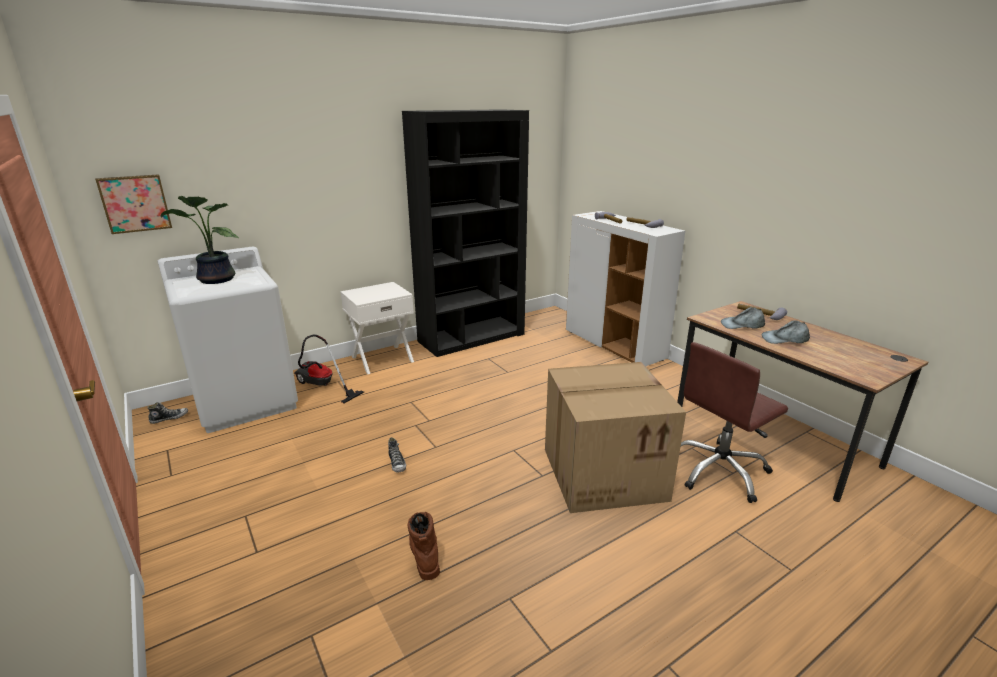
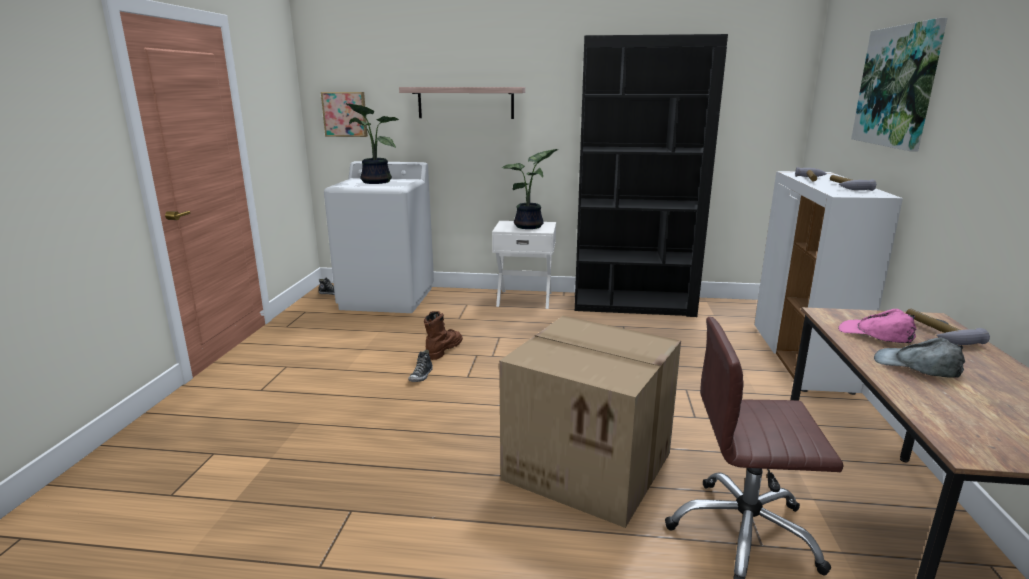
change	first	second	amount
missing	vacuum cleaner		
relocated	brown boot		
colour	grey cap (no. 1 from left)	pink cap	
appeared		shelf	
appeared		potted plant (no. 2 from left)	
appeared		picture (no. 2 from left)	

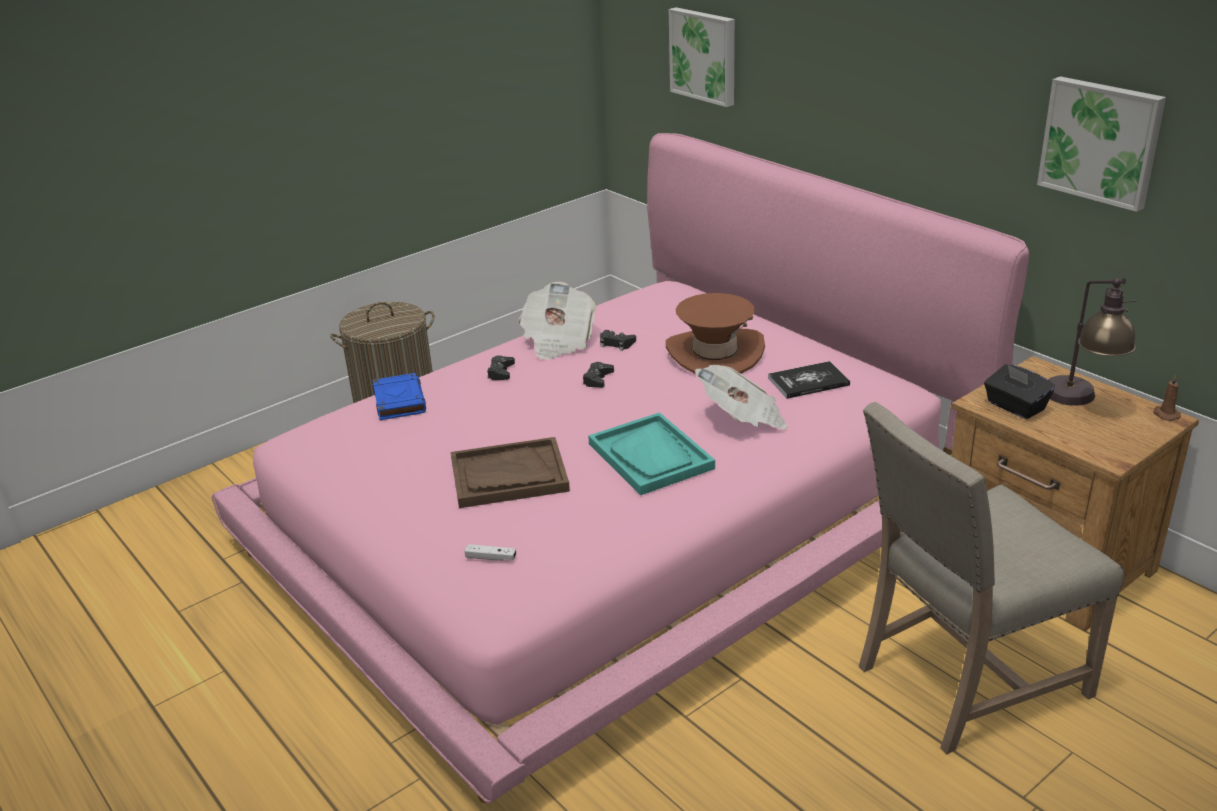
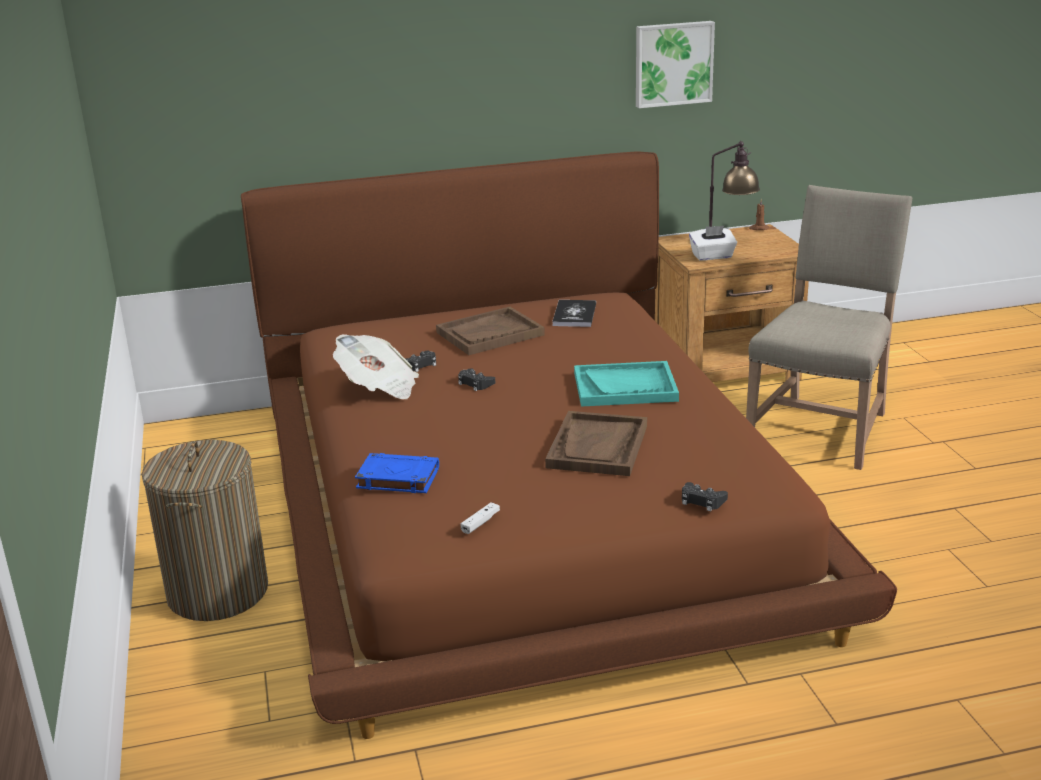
change	first	second	amount
colour	pink bed	brown bed	
relocated	white game controller		
relocated	black game controller (no. 1 from left in the first image)	black game controller (no. 3 from left)	
exchanged	brown hat	brown tray (no. 1 from left)	
missing	picture (no. 1 from left)		
missing	newspaper (no. 2 from left)		
spun	beige chair		150 degrees counterclockwise
colour	black tissue box	white tissue box	

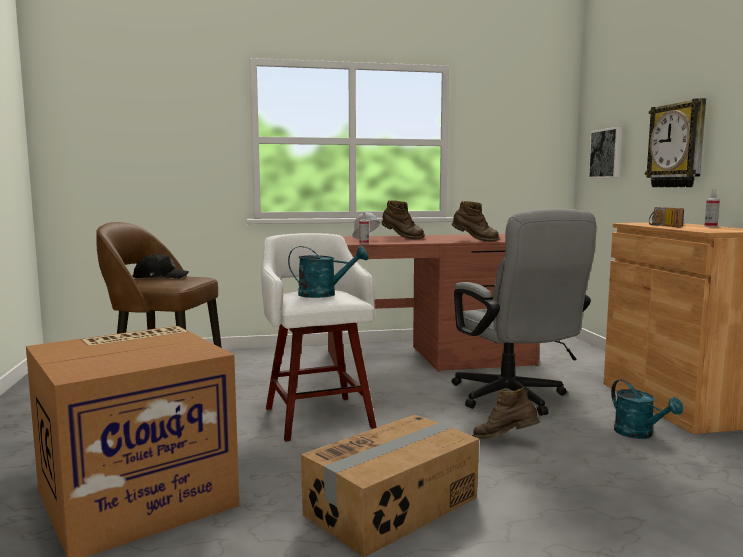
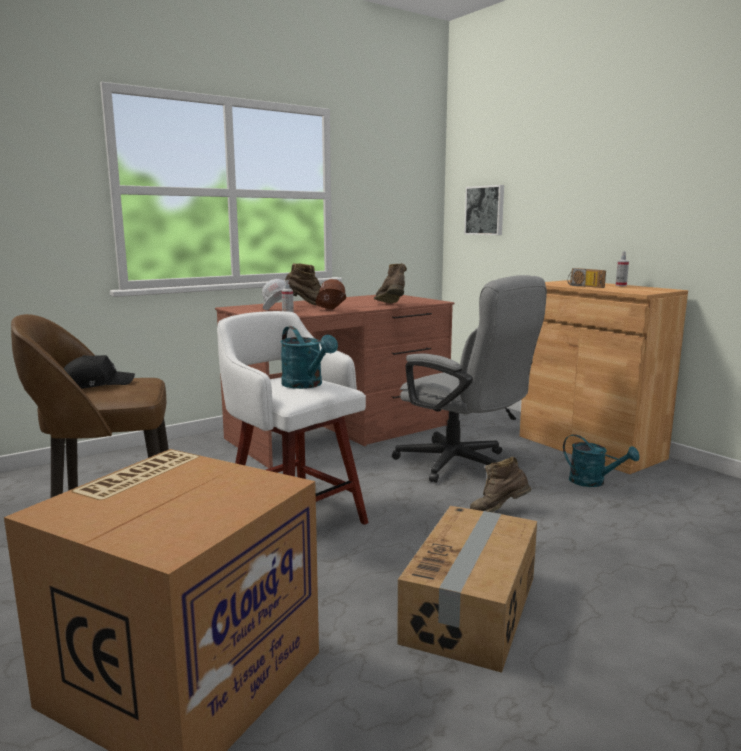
change	first	second	amount
spun	turquoise watering can (no. 1 from left)		75 degrees clockwise
spun	brown boot (no. 2 from left)		105 degrees counterclockwise
missing	wall clock		
appeared		brown hard hat	

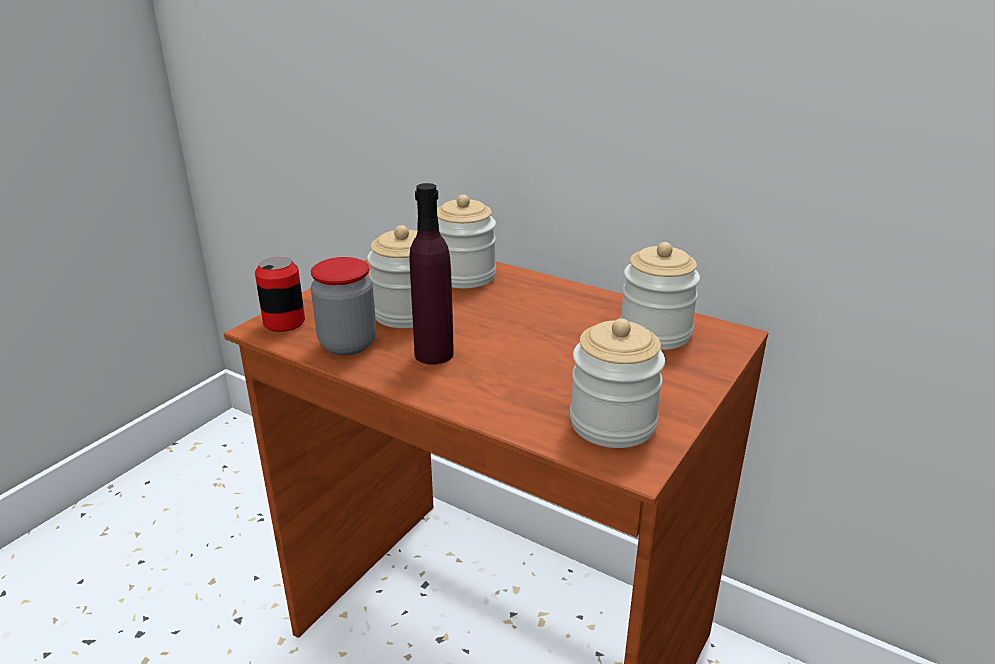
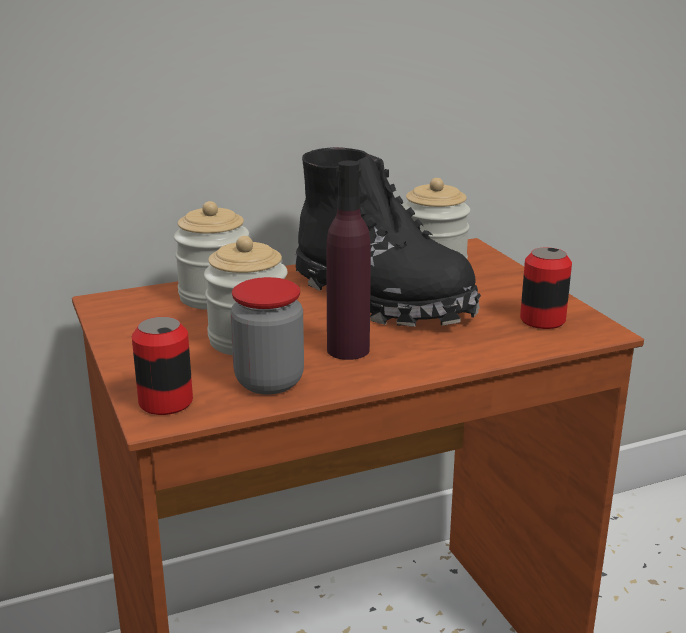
change	first	second	amount
exchanged	jar (no. 4 from left)	can (no. 2 from left)	
appeared		black boot	

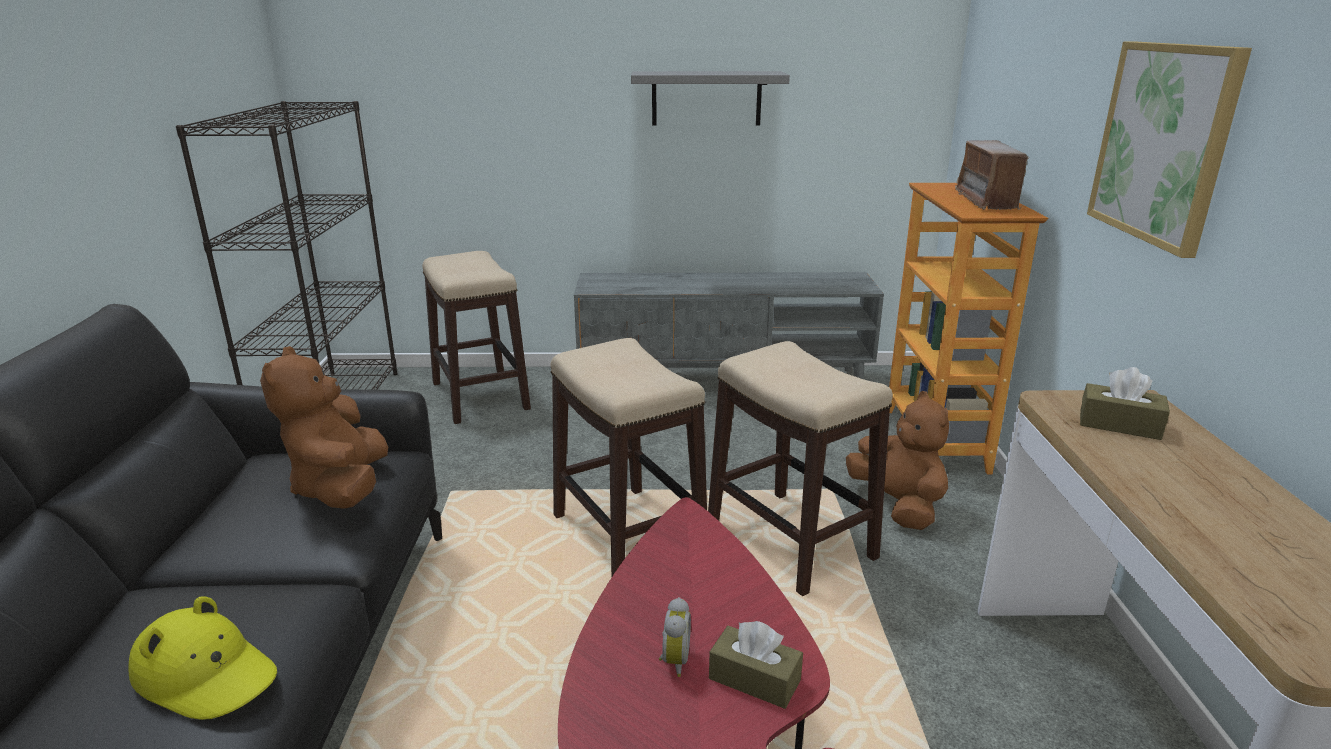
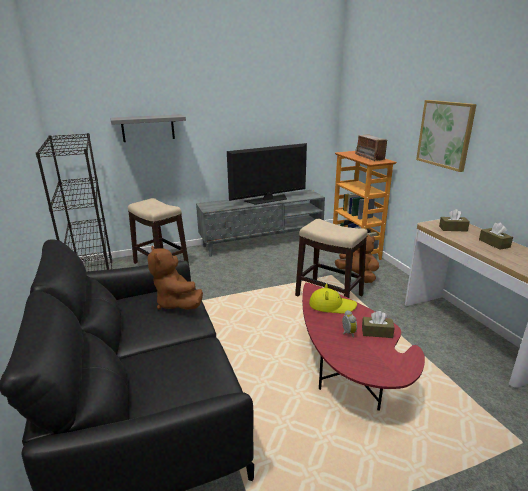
change	first	second	amount
relocated	yellow hat		
missing	stool (no. 2 from left)		
relocated	grey shelf		
appeared		television	
appeared		brown tissue box (no. 3 from left)	

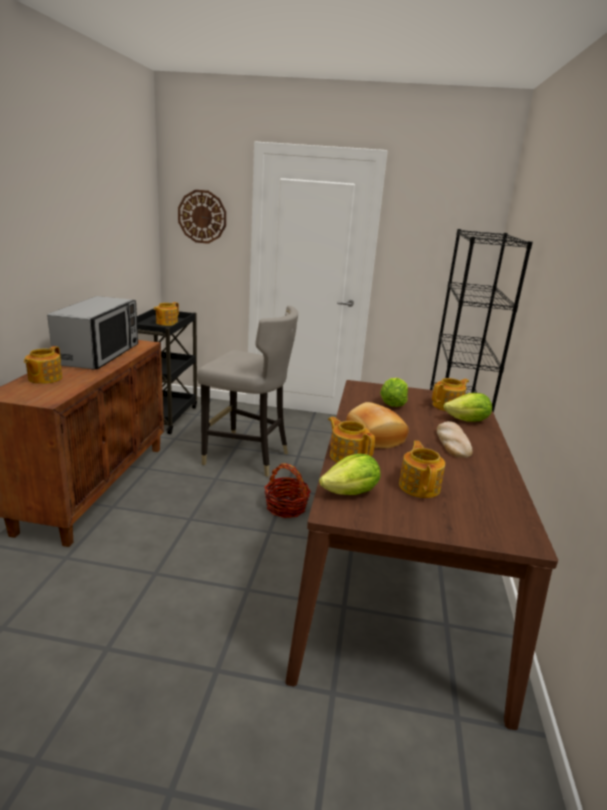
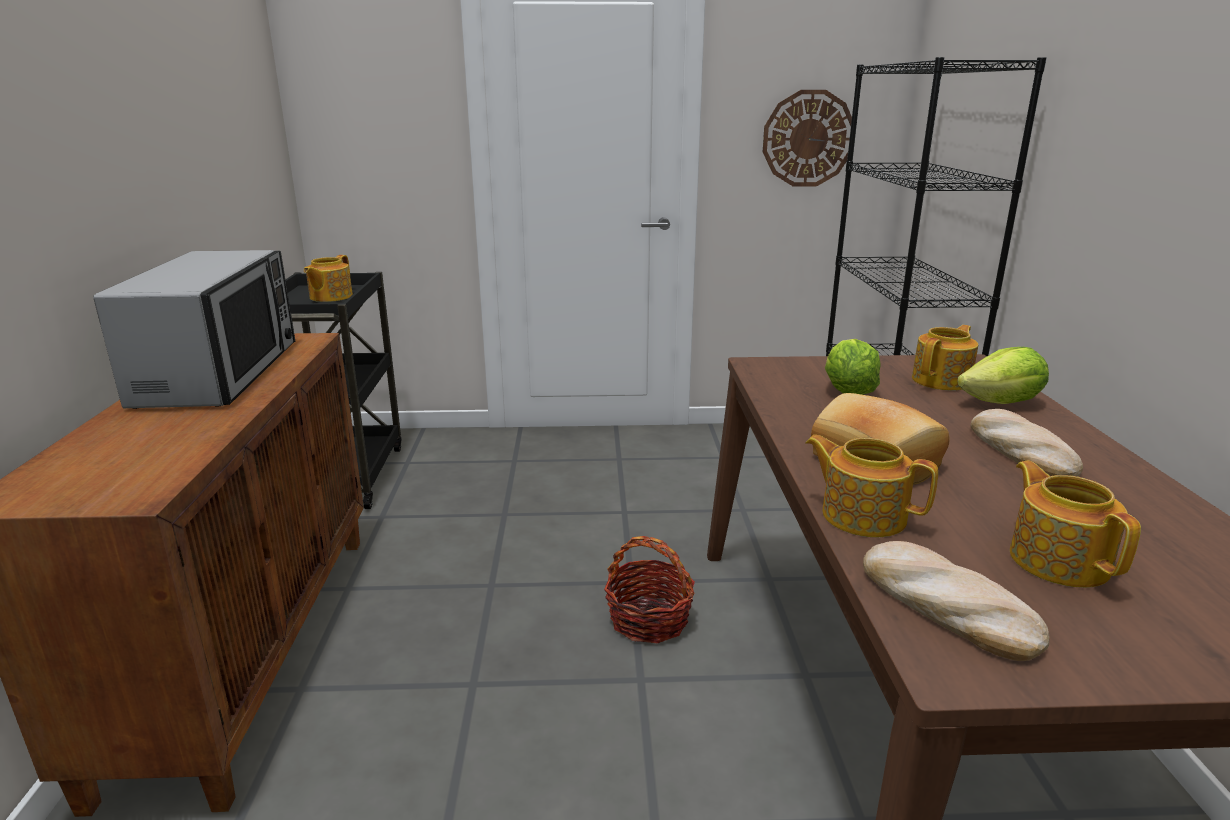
change	first	second	amount
missing	teapot (no. 1 from left)		
relocated	wall clock		
missing	grey stool		
exchanged	lettuce (no. 1 from left)	bread (no. 2 from left)	

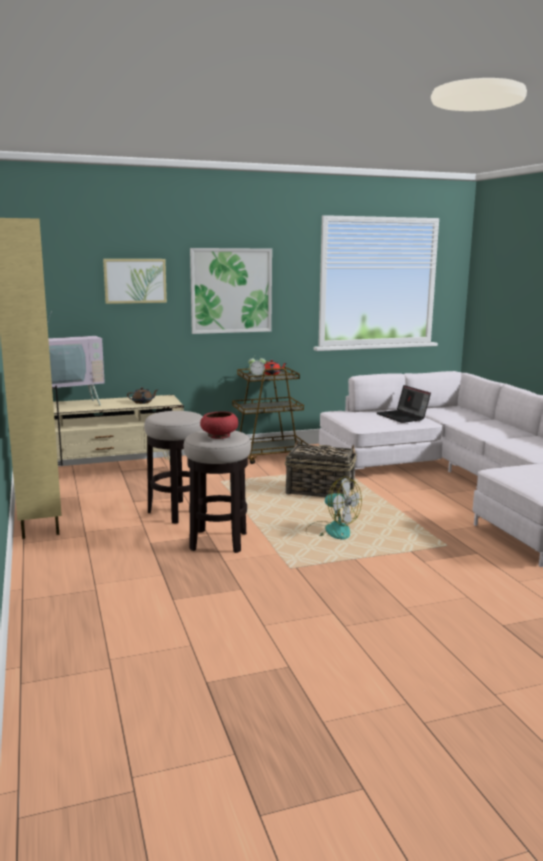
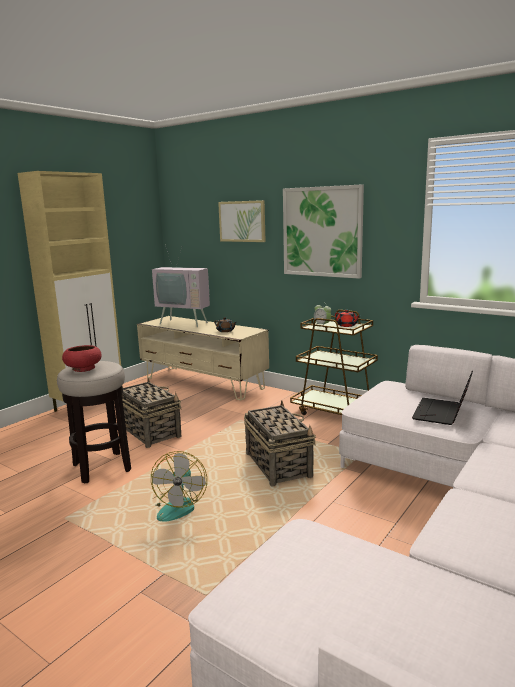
change	first	second	amount
exchanged	stool (no. 1 from left)	basket (no. 1 from left)	

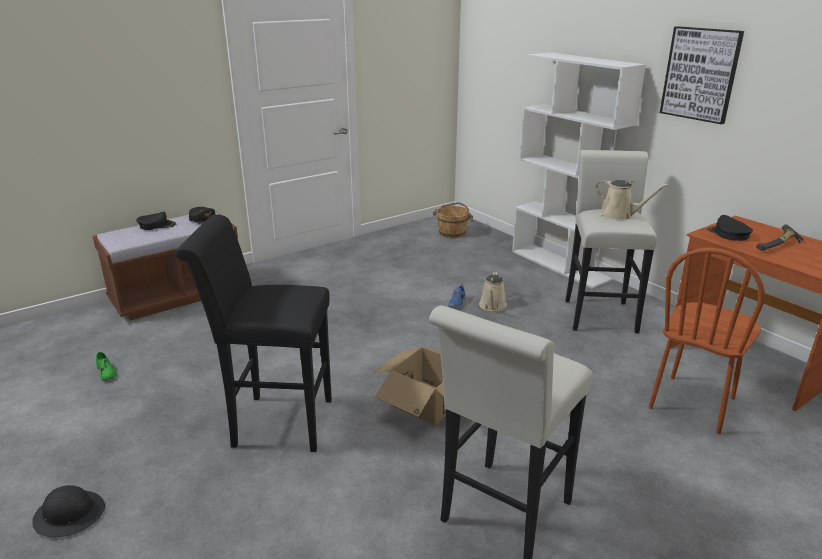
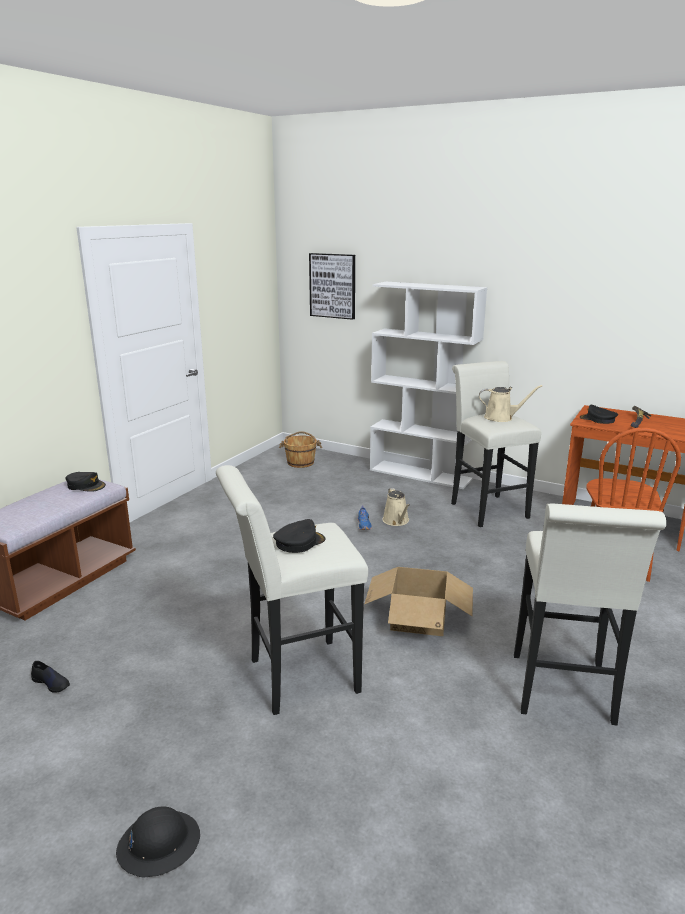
change	first	second	amount
colour	green shoe	black shoe	
relocated	black cap (no. 1 from left in the first image)	black cap (no. 2 from left)	
colour	black stool	white stool (no. 1 from left)	
relocated	picture		

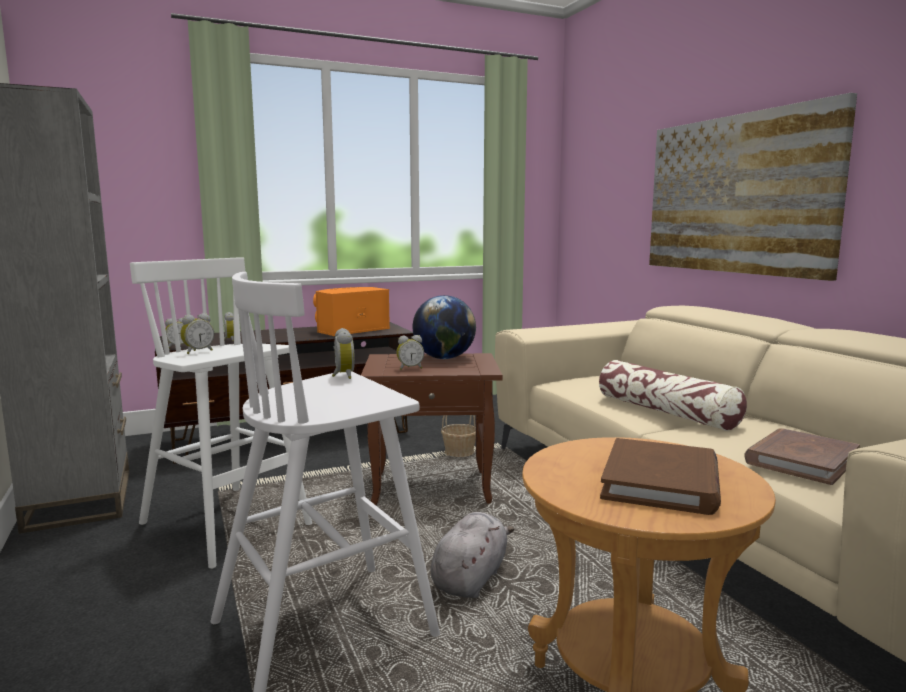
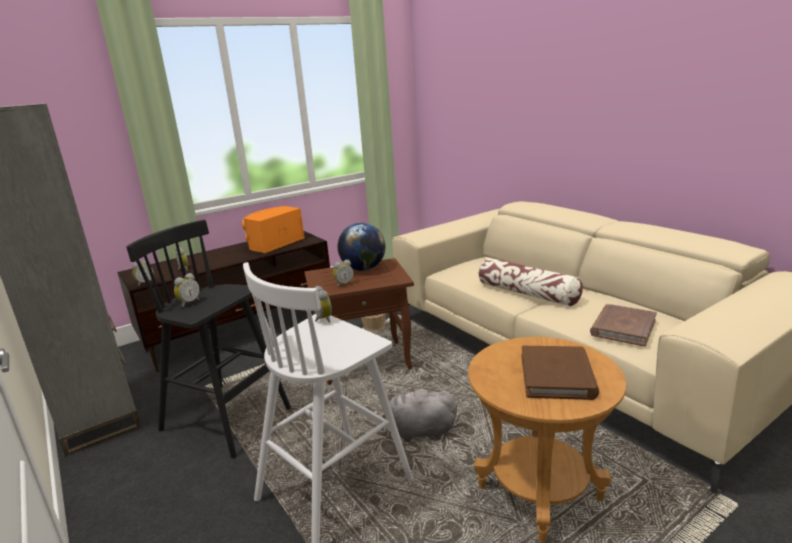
change	first	second	amount
colour	white stool (no. 1 from left)	black stool	
spun	grey plush toy		105 degrees counterclockwise
missing	picture		

